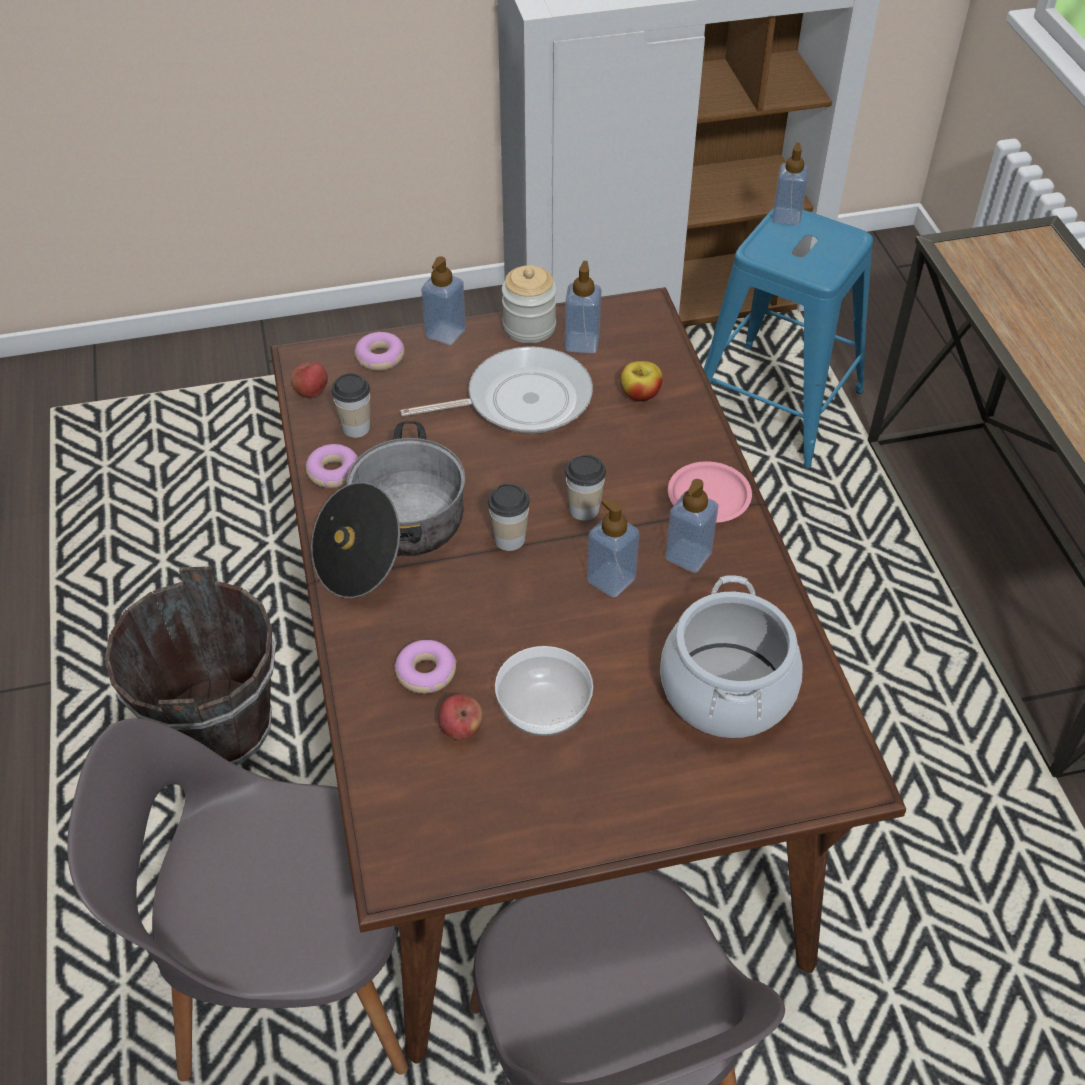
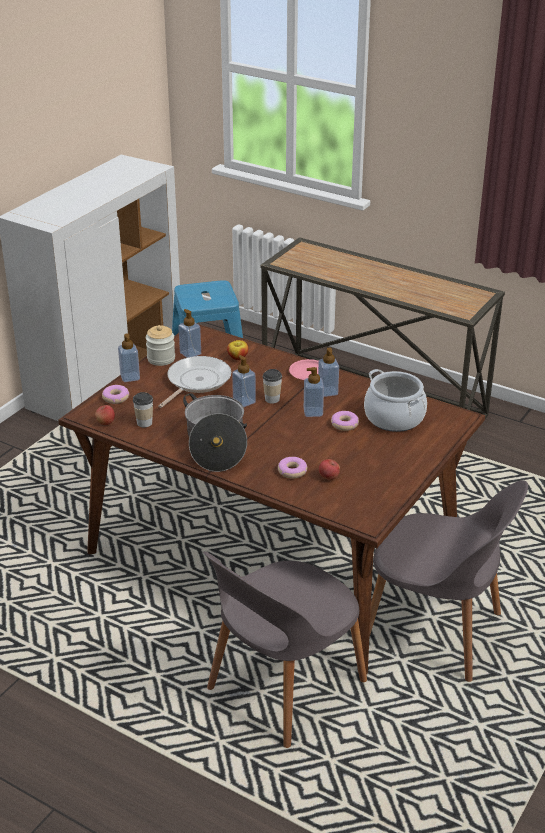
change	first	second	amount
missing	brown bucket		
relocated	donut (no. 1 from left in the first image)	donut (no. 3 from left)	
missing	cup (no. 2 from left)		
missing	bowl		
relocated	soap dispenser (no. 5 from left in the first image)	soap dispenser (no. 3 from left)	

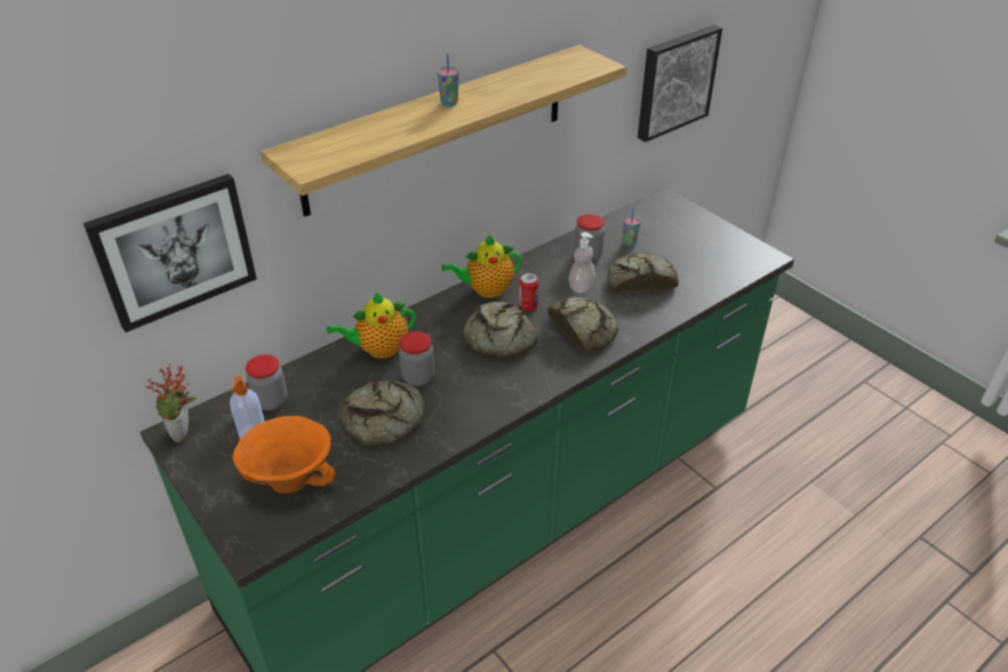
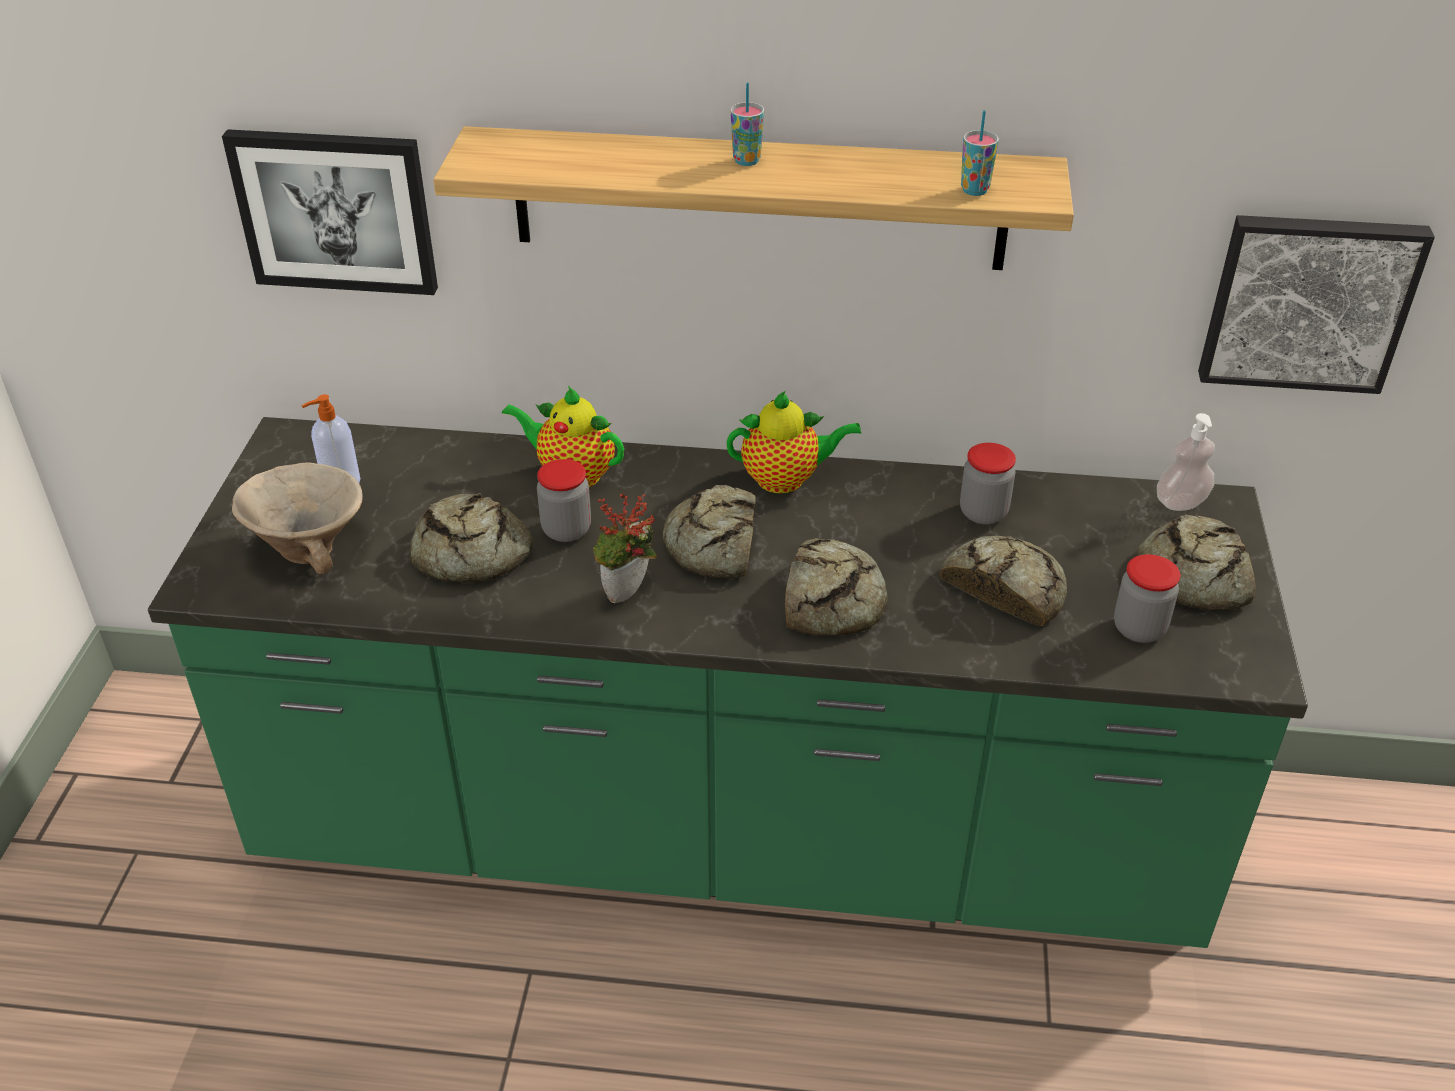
change	first	second	amount
relocated	potted plant		
colour	orange bowl	beige bowl	
relocated	jar (no. 1 from left in the first image)	jar (no. 3 from left)	
spun	teapot (no. 2 from left)		150 degrees clockwise
missing	can		
relocated	soap dispenser (no. 2 from left)		
relocated	cup (no. 2 from left)		
appeared		bread (no. 5 from left)	

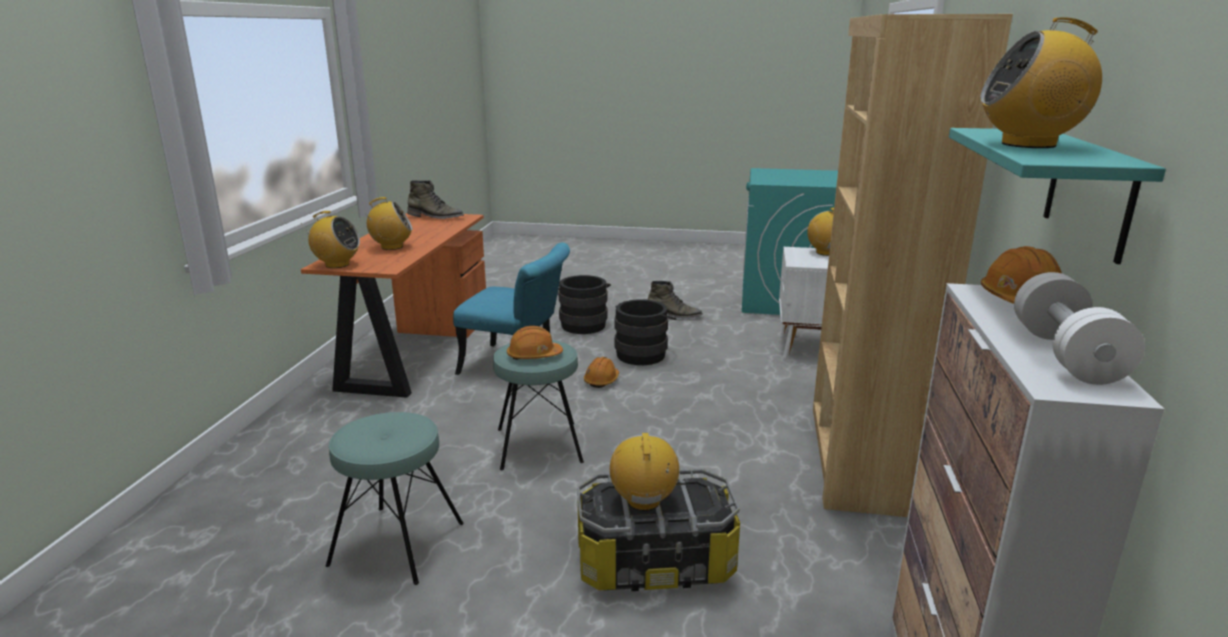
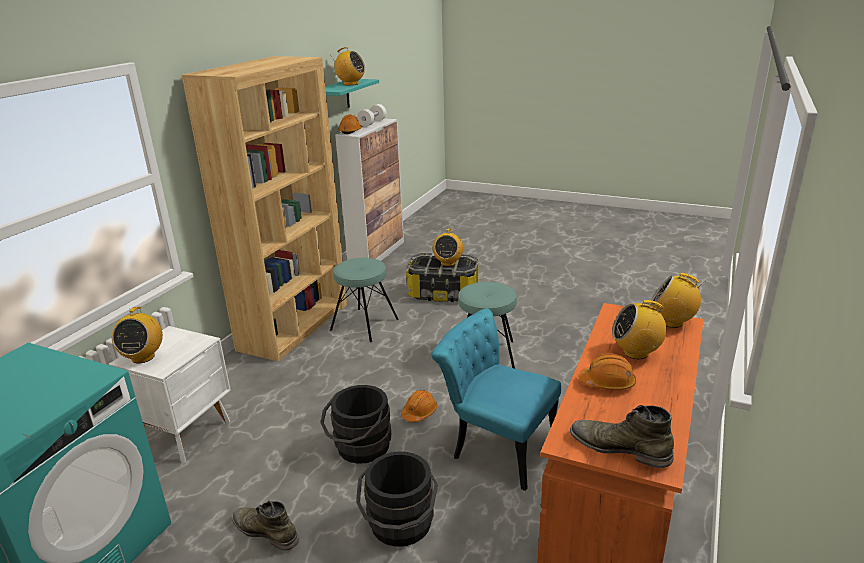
change	first	second	amount
relocated	turquoise stool (no. 1 from left)		
relocated	orange hard hat (no. 1 from left in the first image)	orange hard hat (no. 3 from left)	

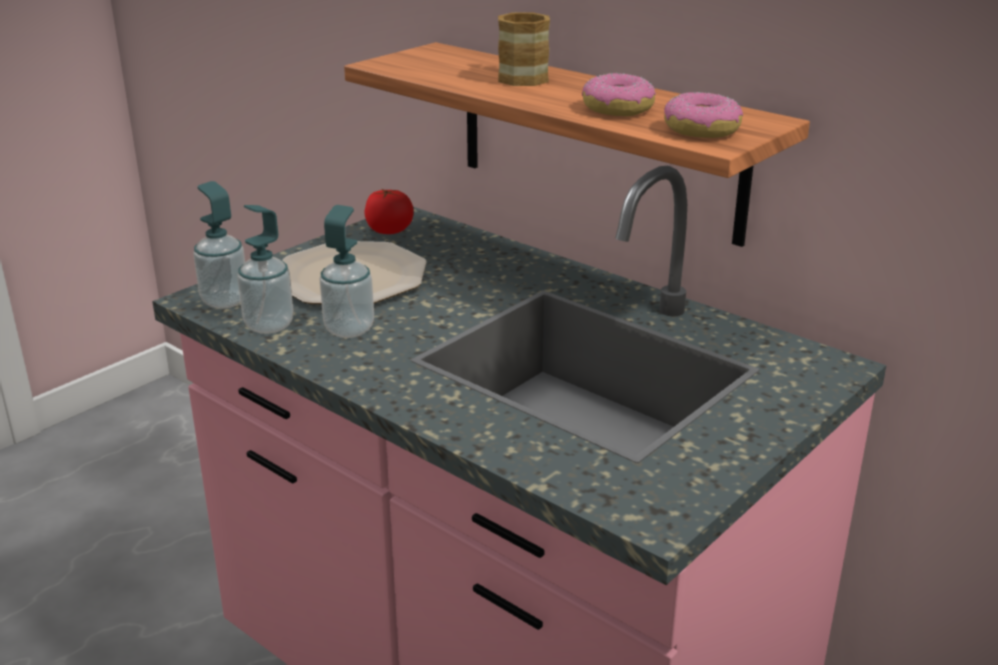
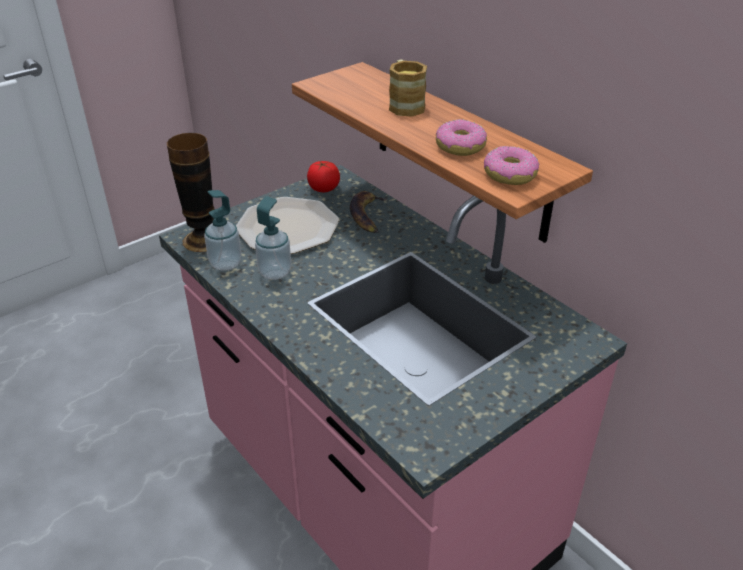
change	first	second	amount
exchanged	soap dispenser (no. 1 from left)	vase	
appeared		banana	

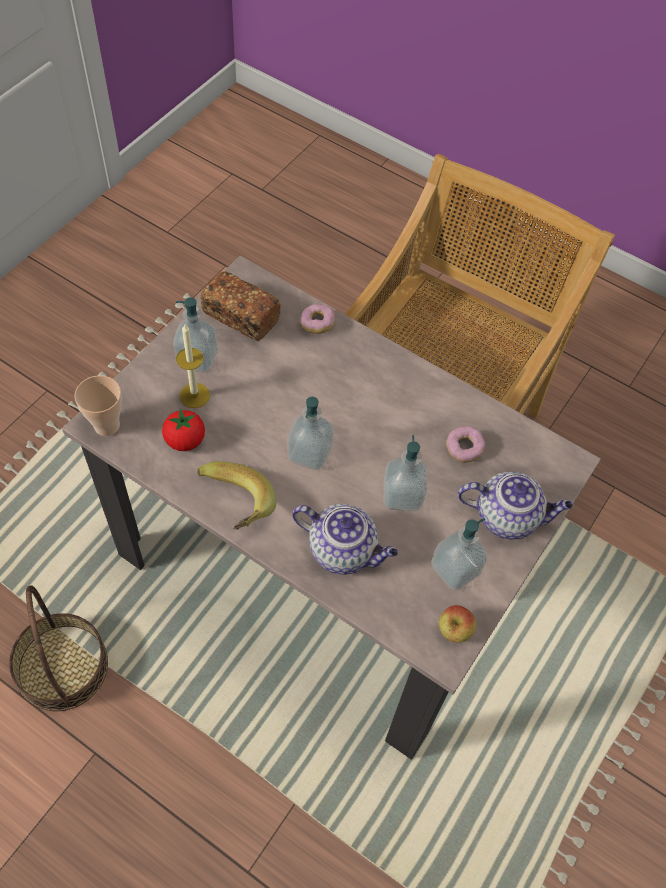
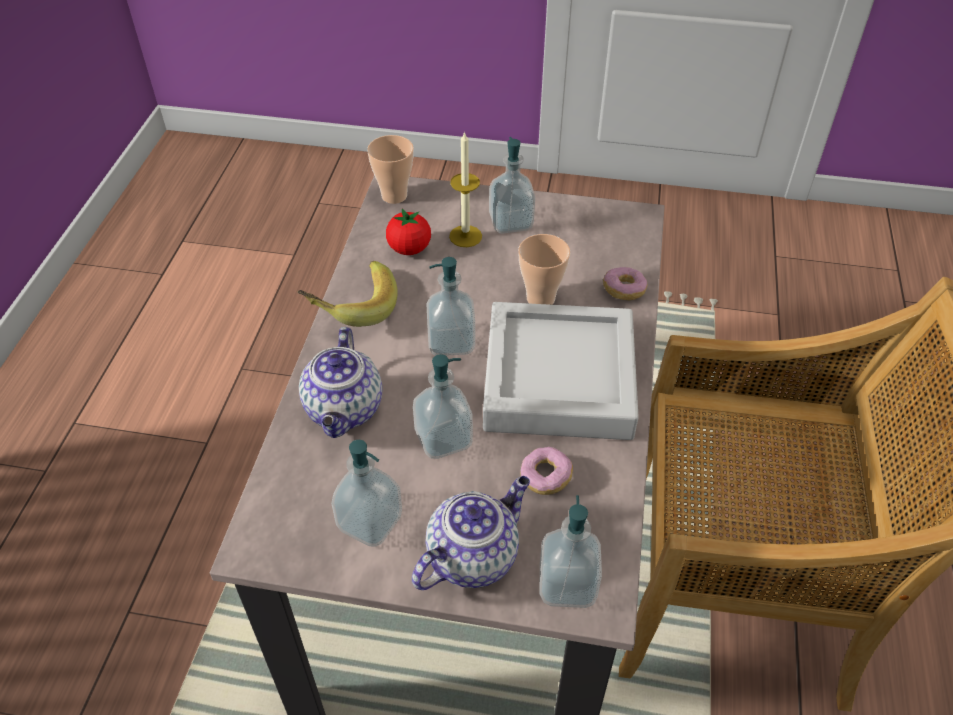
change	first	second	amount
missing	basket		
missing	bread		
missing	apple		
spun	teapot (no. 2 from left)		120 degrees counterclockwise
appeared		grey tray	
appeared		cup (no. 2 from left)	
appeared		soap dispenser (no. 5 from left)	

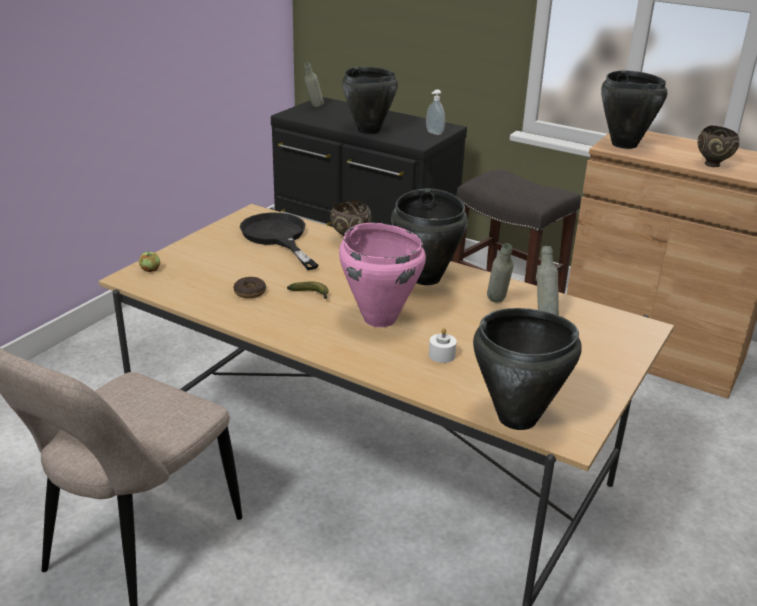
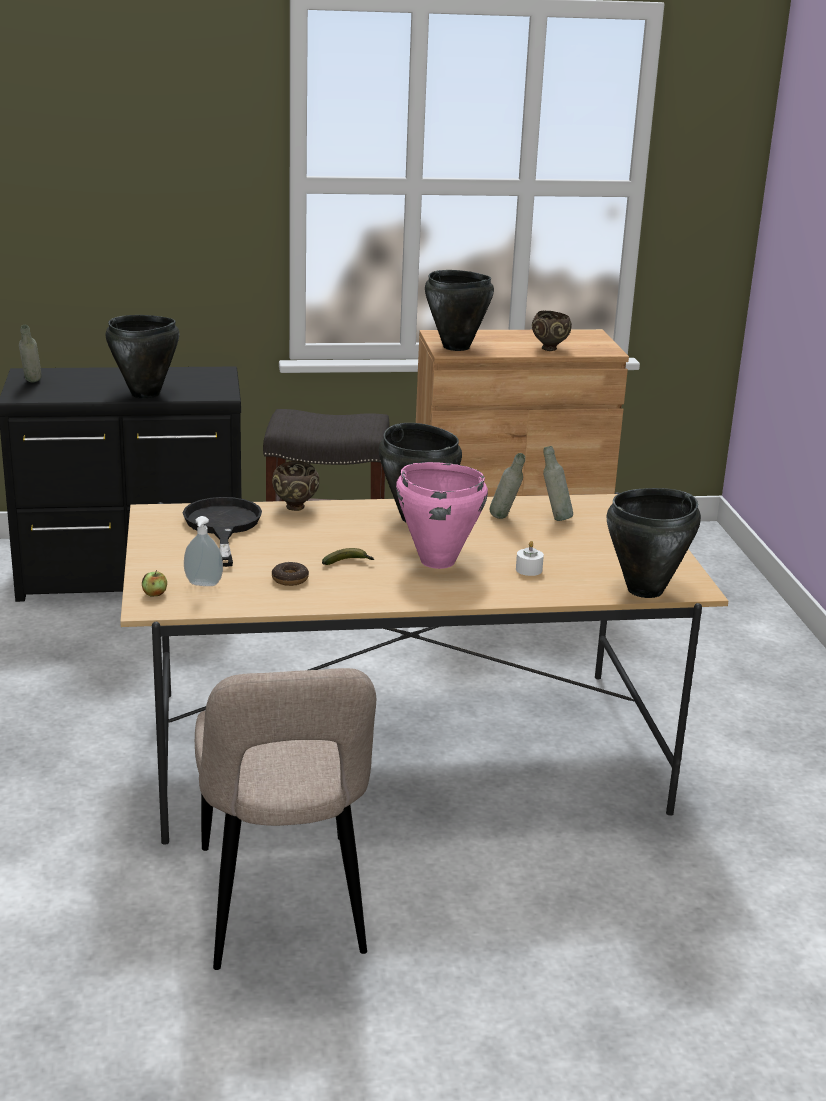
change	first	second	amount
spun	black frying pan		60 degrees clockwise
relocated	soap dispenser		

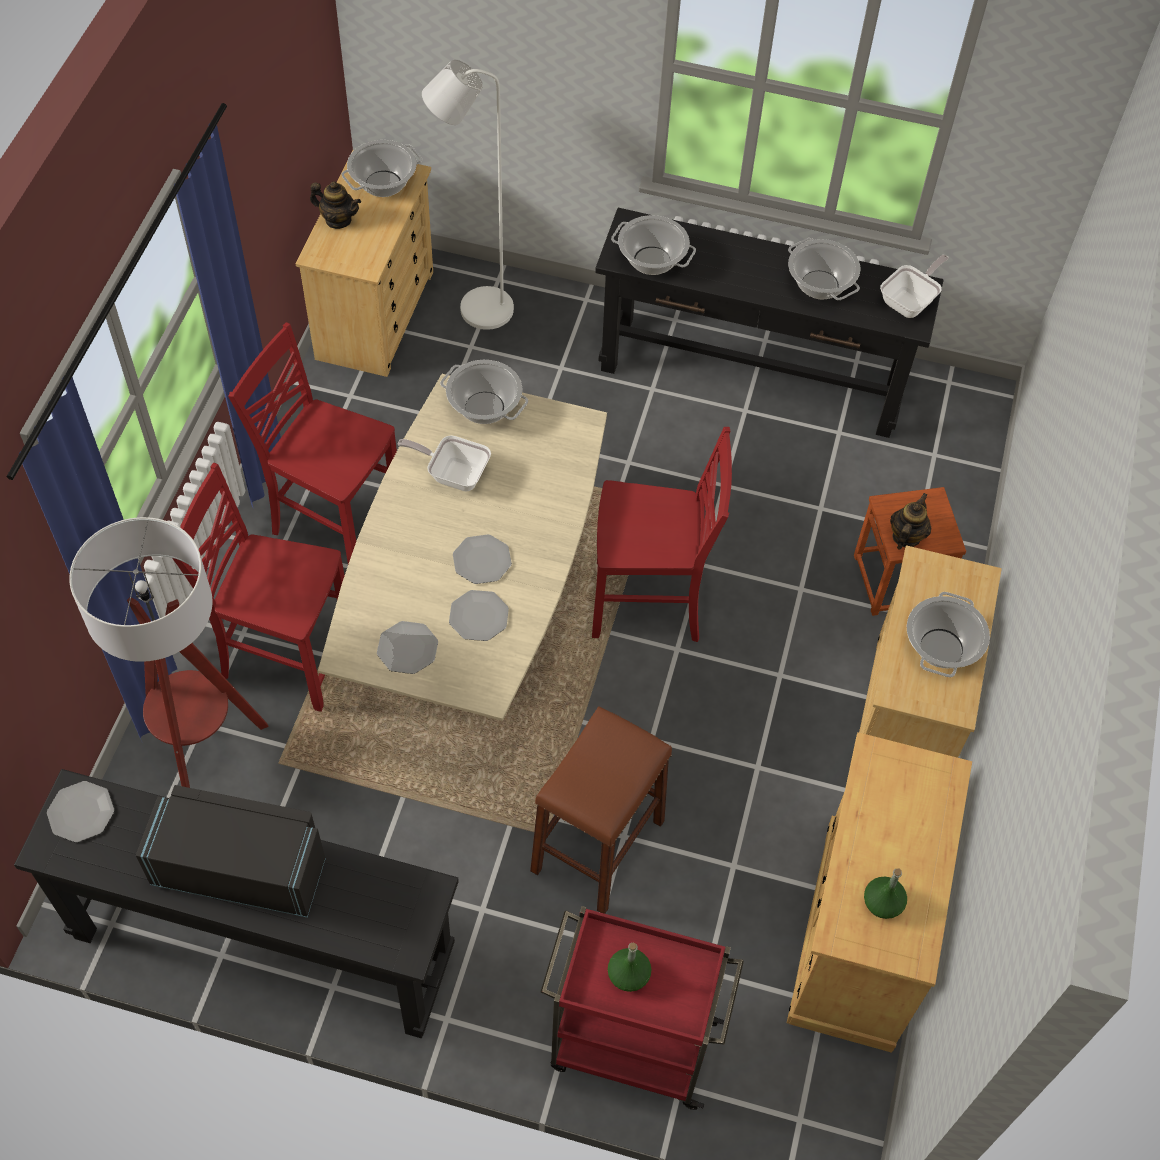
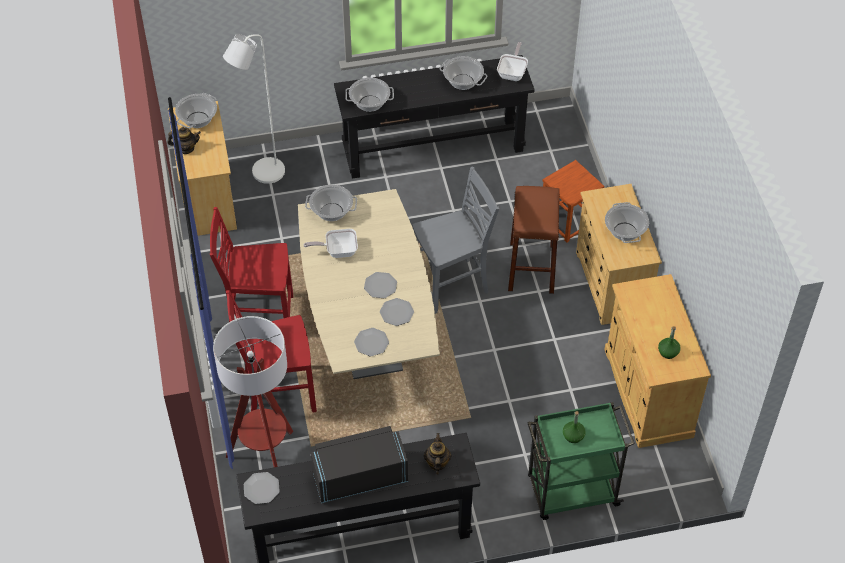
change	first	second	amount
relocated	brown stool (no. 1 from left)		
colour	red cart	green cart	
colour	red chair (no. 3 from left)	grey chair	
relocated	teapot (no. 2 from left)		

